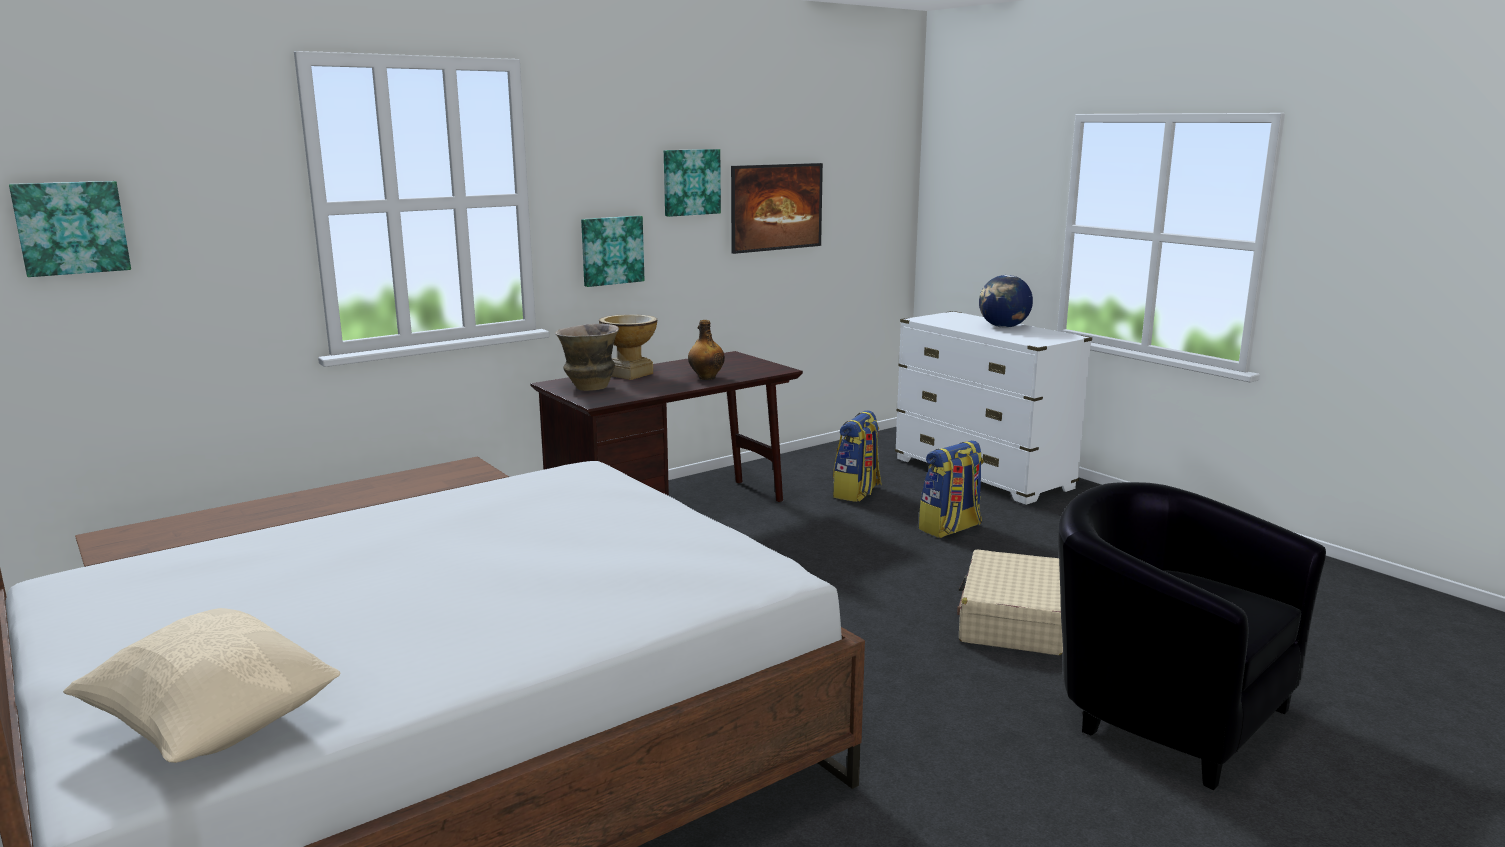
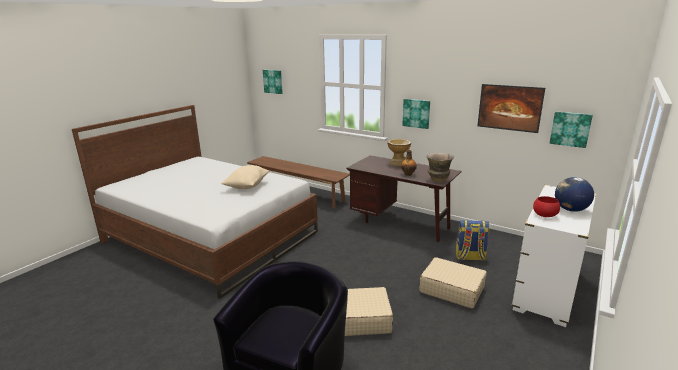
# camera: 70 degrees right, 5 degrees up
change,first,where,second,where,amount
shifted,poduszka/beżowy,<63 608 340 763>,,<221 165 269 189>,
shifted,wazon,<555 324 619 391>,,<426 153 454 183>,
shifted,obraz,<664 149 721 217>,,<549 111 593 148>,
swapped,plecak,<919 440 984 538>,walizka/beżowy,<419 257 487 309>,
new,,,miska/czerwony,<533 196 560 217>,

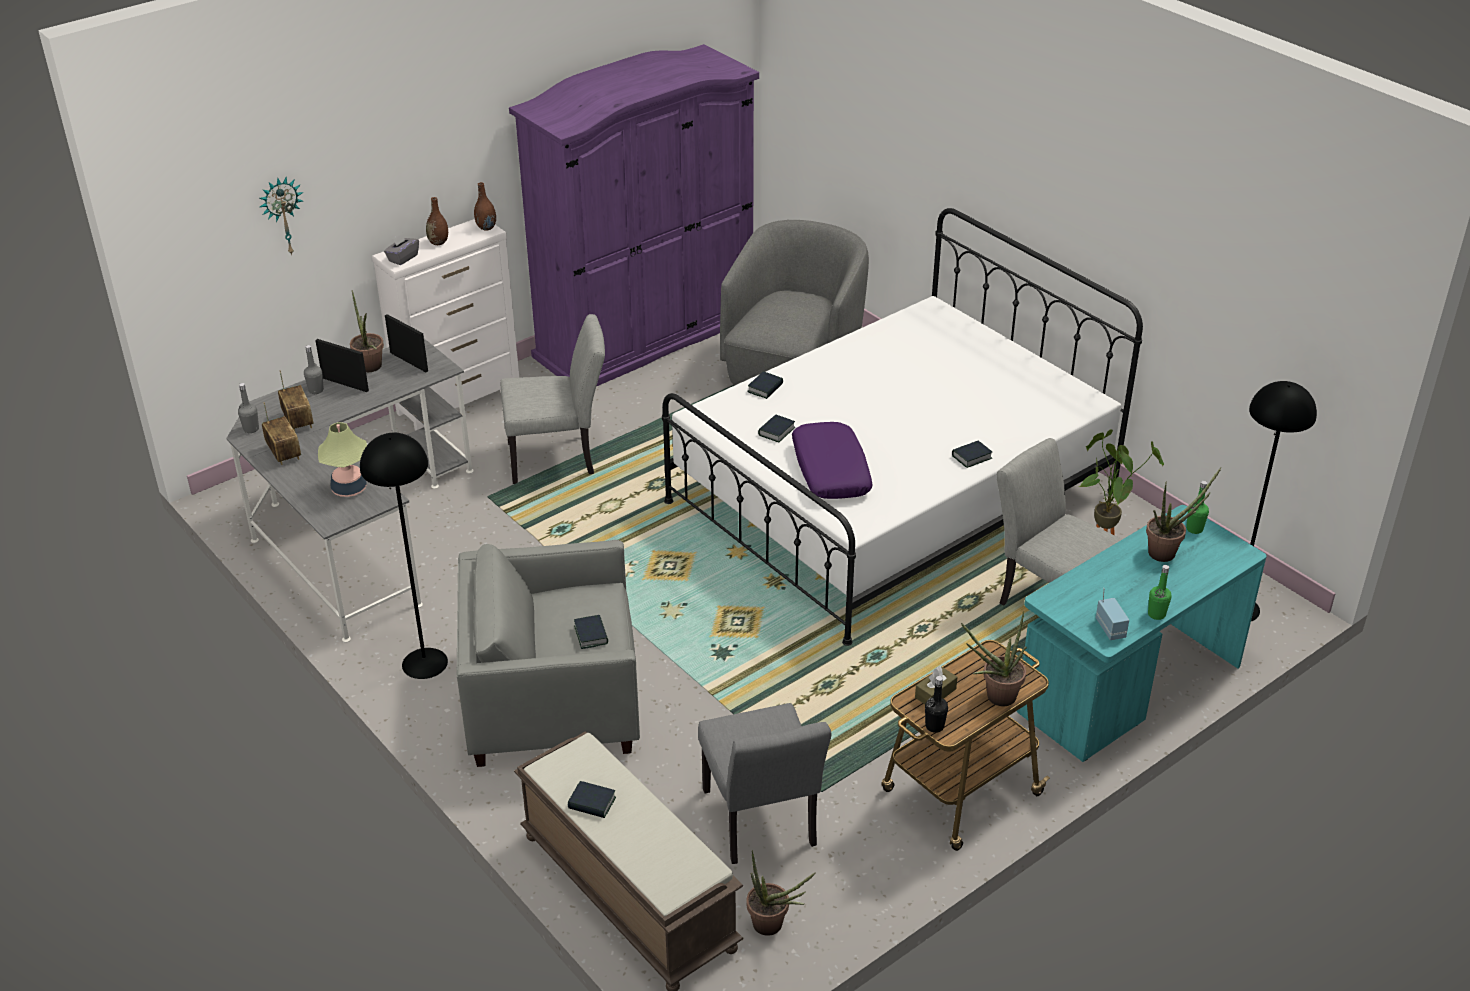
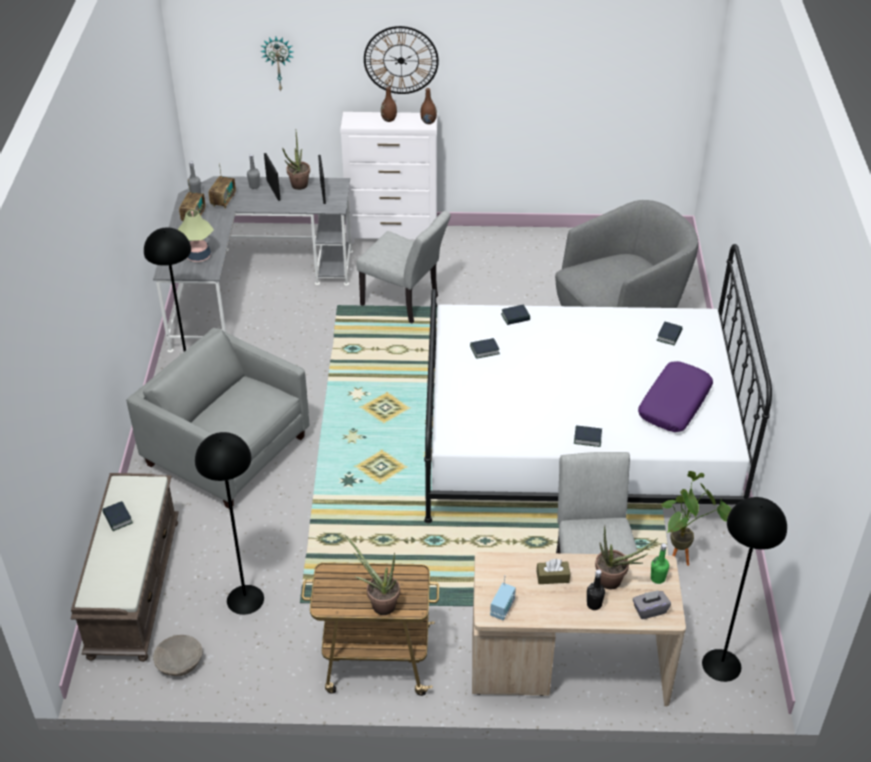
# camera: 40 degrees right, 5 degrees up
change,first,where,second,where,amount
shifted,pudełko chusteczek/szary,<384 233 419 265>,,<633 590 671 619>,
gone,szafa/fioletowy,<509 44 759 386>,,,
shifted,książka,<574 615 608 649>,,<657 322 682 345>,
swapped,krzesło/szary,<698 703 831 864>,lampa stojąca/czarny,<195 432 264 615>,
swapped,roślina doniczkowa,<746 850 815 936>,miska/beżowy,<153 635 203 676>,
shifted,poduszka/fioletowy,<792 422 872 499>,,<638 361 713 432>,
shifted,pudełko chusteczek/brązowy,<915 666 957 704>,,<537 559 570 584>,
shifted,butelka/czarny,<925 676 948 733>,,<587 570 605 610>,
repainted,biurko/turkusowy,<1017 505 1267 762>,biurko/beżowy,<472 552 686 707>,
gone,butelka/zielony,<1148 565 1171 620>,,,
new,,,zegar ścienny,<364 26 439 94>,

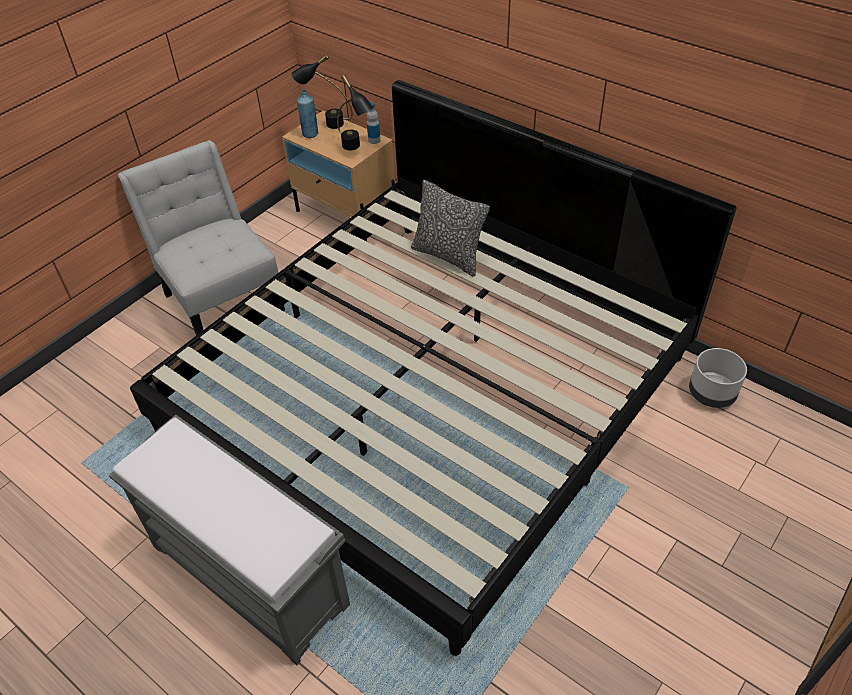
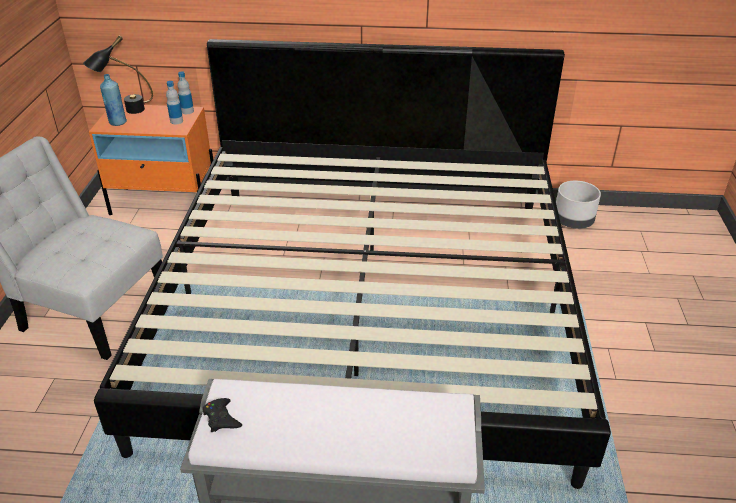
# camera: 35 degrees left, 10 degrees down
change,first,where,second,where,amount
repainted,szafka nocna/beżowy,<282 111 395 242>,szafka nocna/pomarańczowy,<89 104 213 215>,
swapped,lampa stołowa/czarny,<337 75 374 150>,butelka,<166 81 183 124>,
gone,poduszka,<411 180 490 277>,,,
new,,,pad do gier/czarny,<202 398 242 432>,

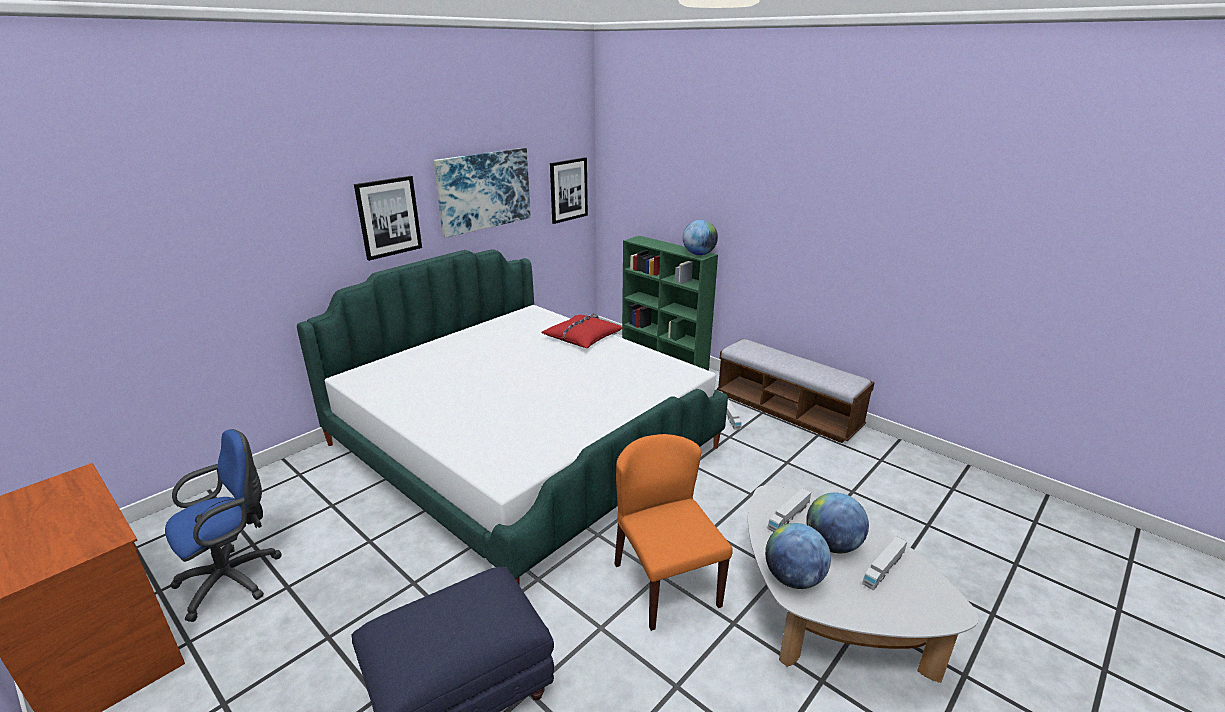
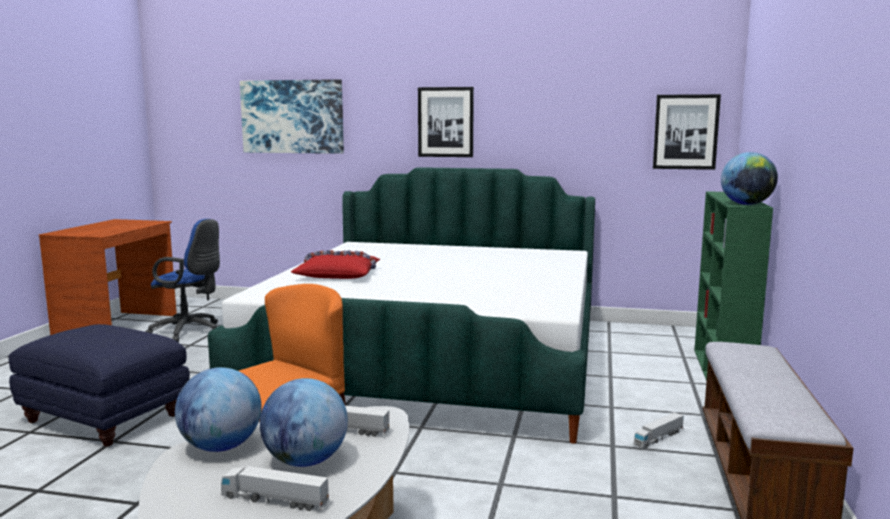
# camera: 60 degrees right, 15 degrees down
change,first,where,second,where,amount
shifted,obraz,<434 148 531 238>,,<240 79 344 154>,
shifted,poduszka/czerwony,<541 314 623 348>,,<291 250 380 279>,

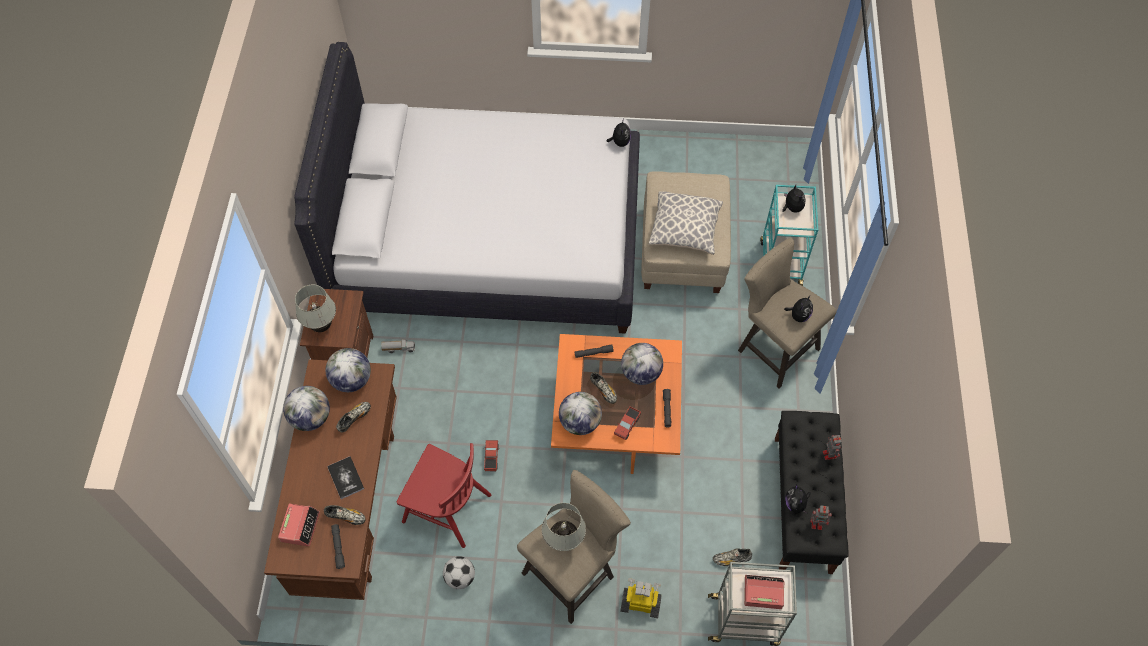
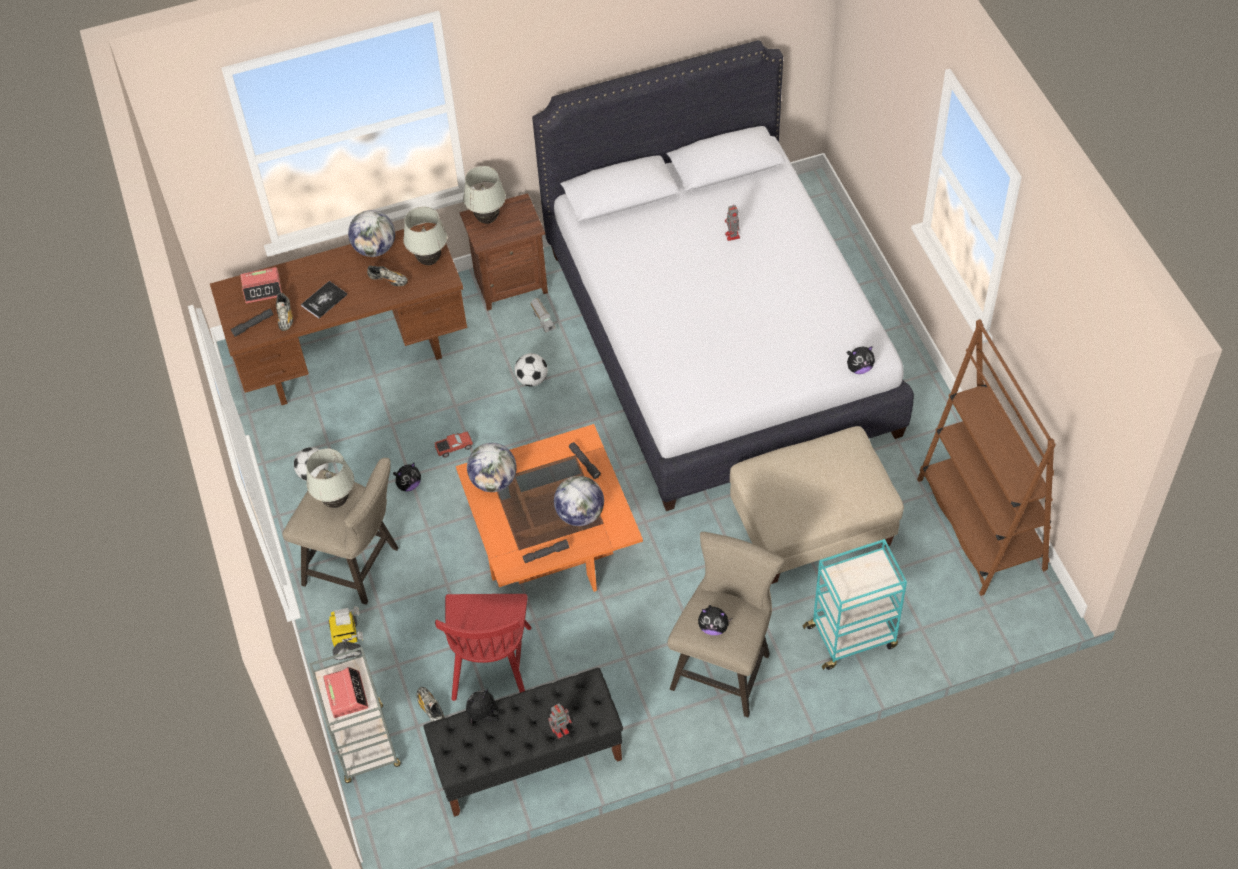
# camera: 70 degrees right, 5 degrees down
change,first,where,second,where,amount
swapped,globus,<325 348 371 392>,lampa stołowa/biały,<403 206 447 265>,
shifted,krzesło/czerwony,<397 443 491 548>,,<435 594 532 701>,
gone,but,<590 372 617 404>,,,
gone,ciężarówka zabawkowa,<614 406 641 440>,,,
gone,poduszka,<649 191 723 255>,,,
shifted,pluszak,<782 185 806 213>,,<393 463 421 491>,
shifted,robot zabawkowy,<810 505 832 530>,,<725 205 740 241>,
new,,,piłka futbolowa,<514 353 548 387>,
new,,,regał/brązowy,<917 319 1056 596>,

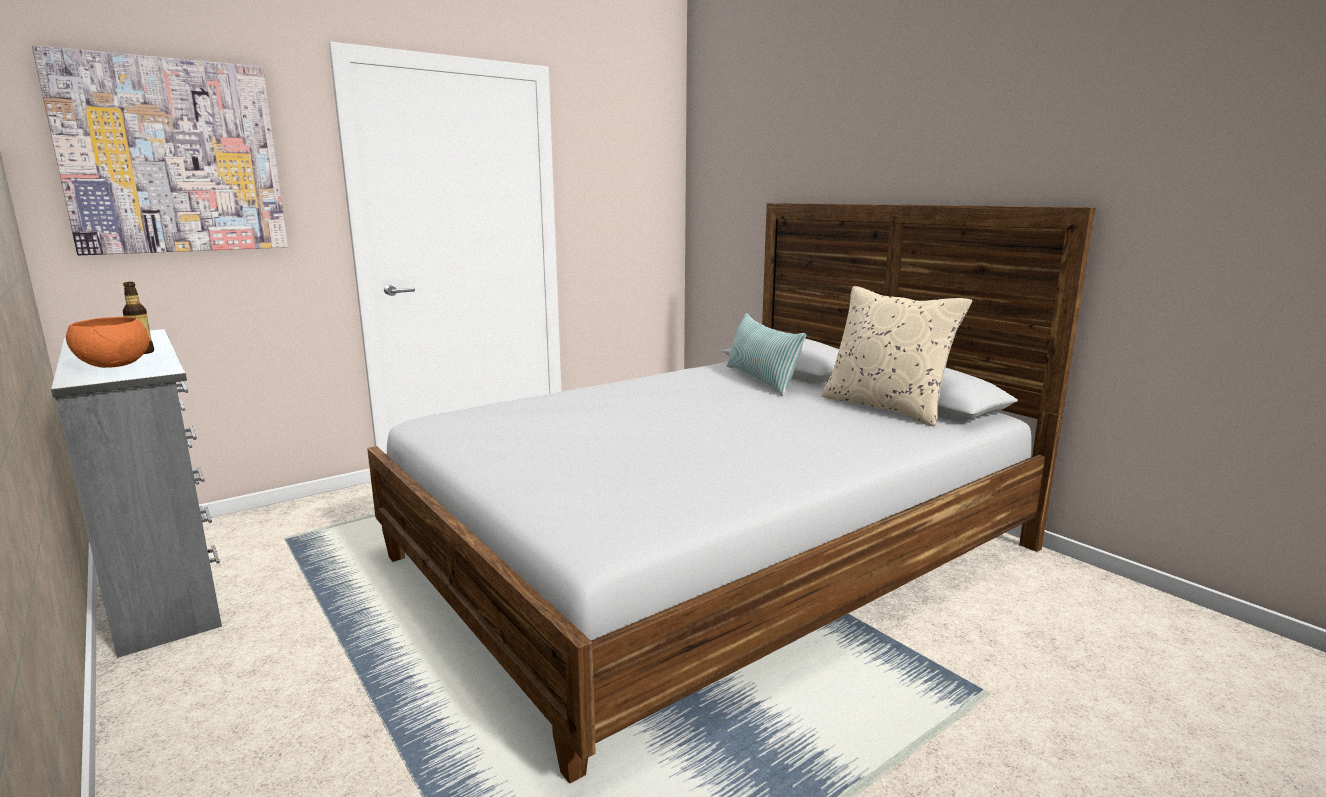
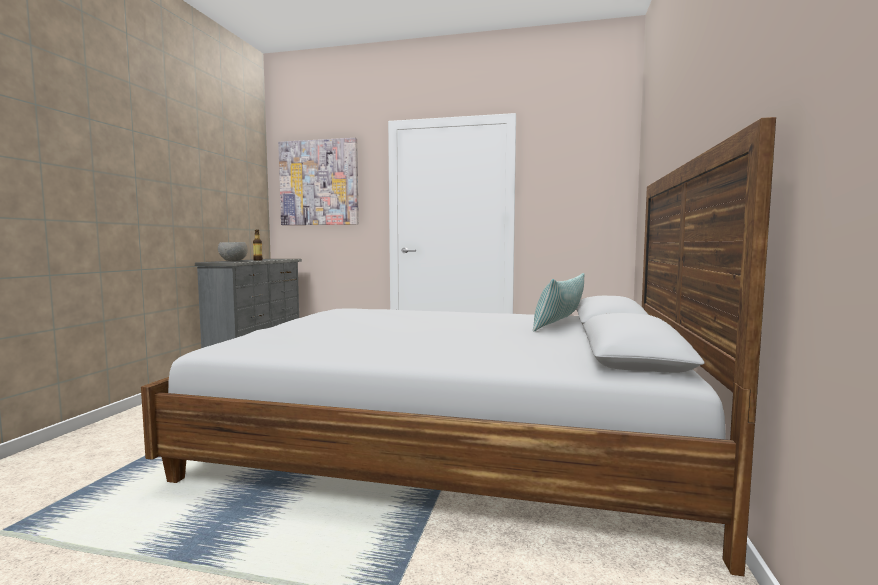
# camera: 50 degrees right, 10 degrees down
change,first,where,second,where,amount
repainted,miska/pomarańczowy,<66 317 149 368>,miska/szary,<218 242 248 261>,
gone,poduszka/beżowy,<821 286 972 427>,,,

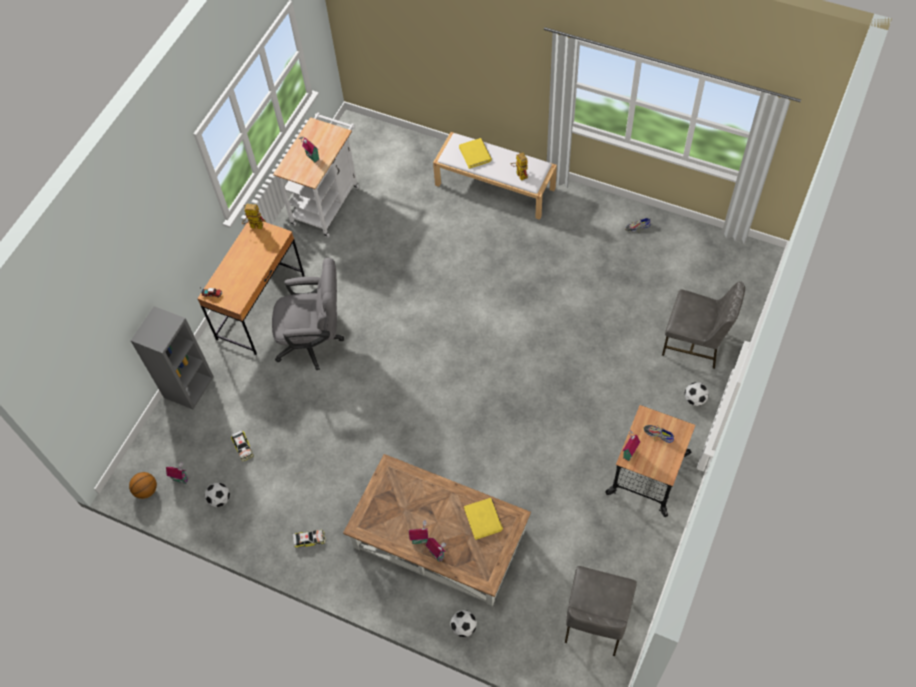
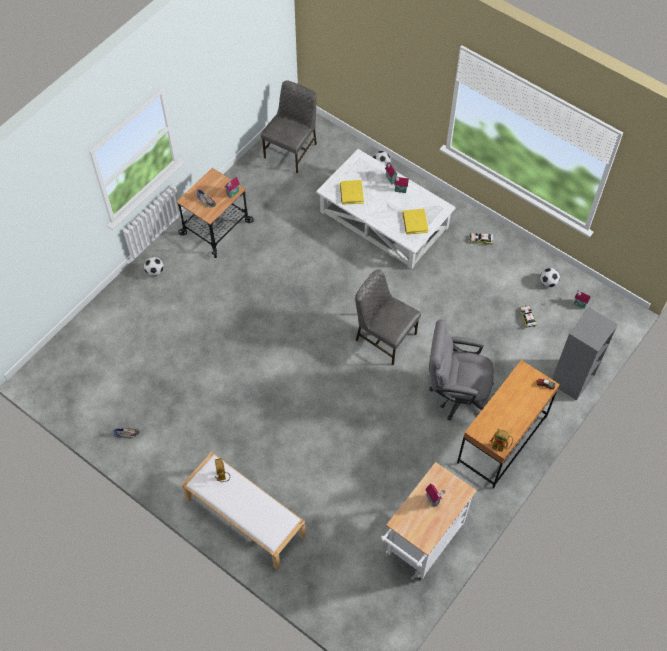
# camera: 170 degrees left, 0 degrees up
change,first,where,second,where,amount
gone,piłka do koszykówki,<129 472 157 499>,,,
repainted,ława/brązowy,<343 454 531 606>,ława/biały,<316 149 456 270>,
shifted,książka/żółty,<459 138 492 169>,,<402 209 428 235>,
shifted,krzesło/szary,<662 281 745 369>,,<355 269 421 365>,

